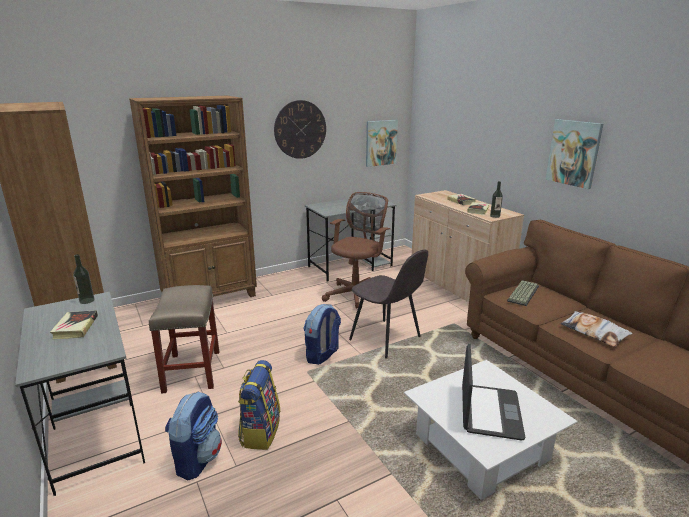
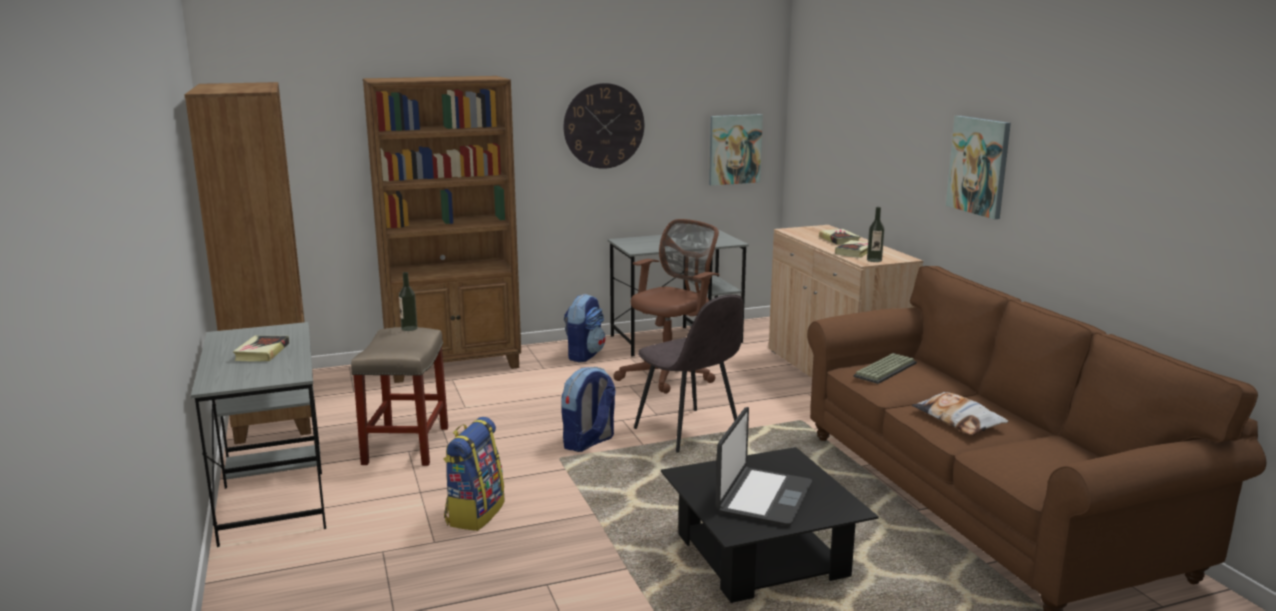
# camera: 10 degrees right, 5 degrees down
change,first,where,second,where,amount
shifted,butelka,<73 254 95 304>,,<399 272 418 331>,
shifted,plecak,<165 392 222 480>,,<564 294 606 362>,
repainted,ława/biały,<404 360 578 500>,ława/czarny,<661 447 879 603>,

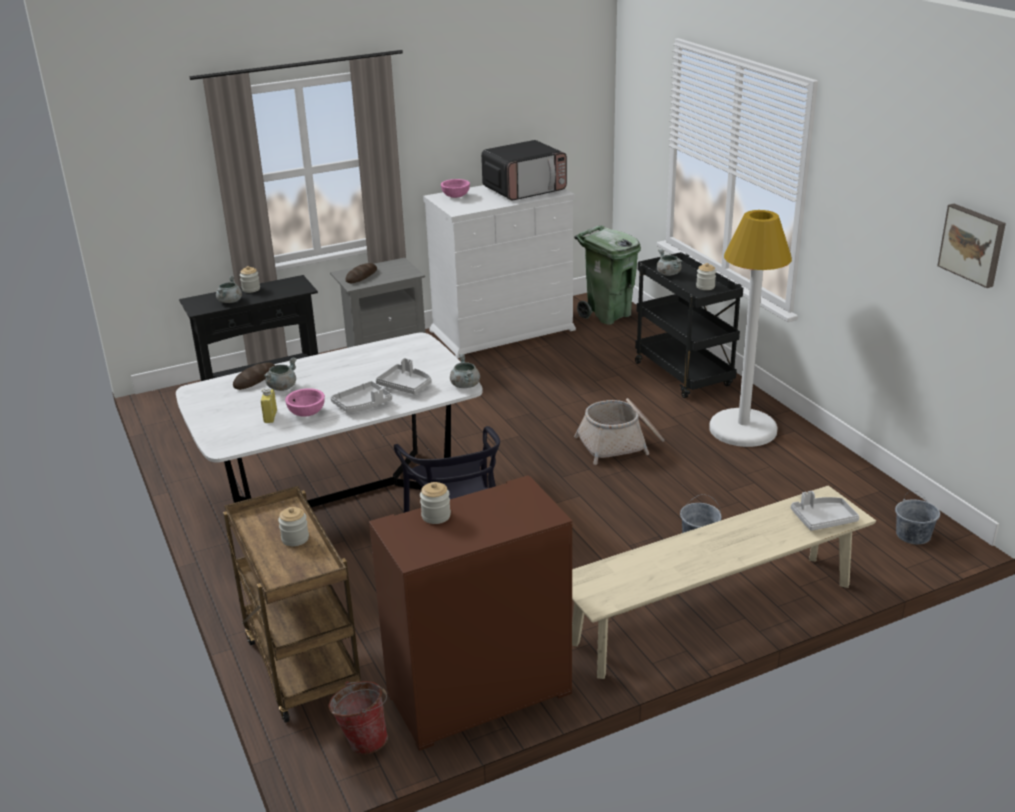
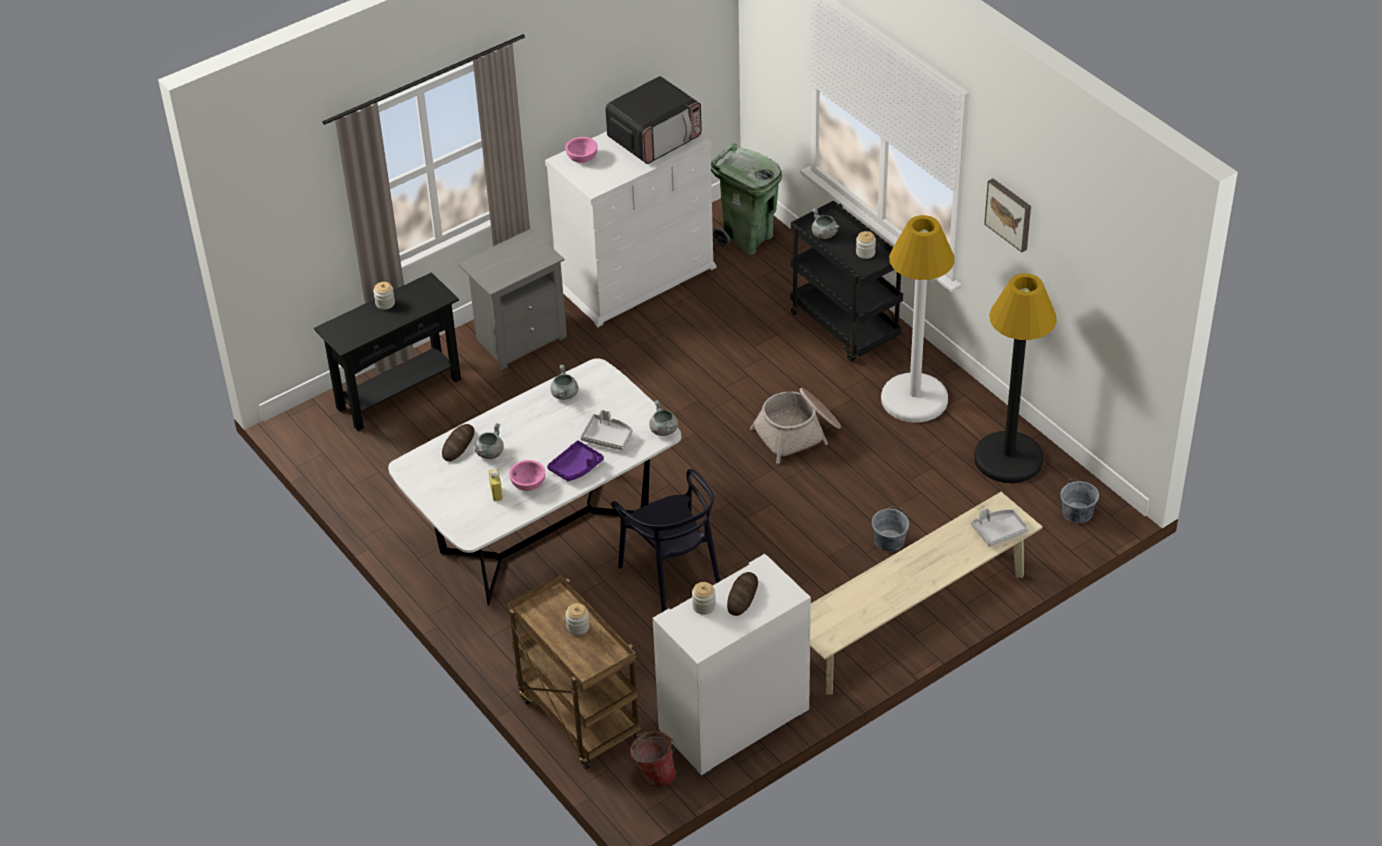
# camera: 10 degrees left, 15 degrees up
change,first,where,second,where,amount
shifted,garnek/szary,<216 276 242 303>,,<550 365 579 400>,
repainted,taca/szary,<331 381 392 413>,taca/fioletowy,<547 440 604 481>,
shifted,chleb,<345 263 377 283>,,<727 572 758 616>,
repainted,szafka/brązowy,<369 475 572 751>,szafka/biały,<653 554 811 777>,
shifted,obraz,<937 204 1006 288>,,<984 178 1031 252>,
new,,,lampa stojąca/czarny,<974 273 1057 483>,

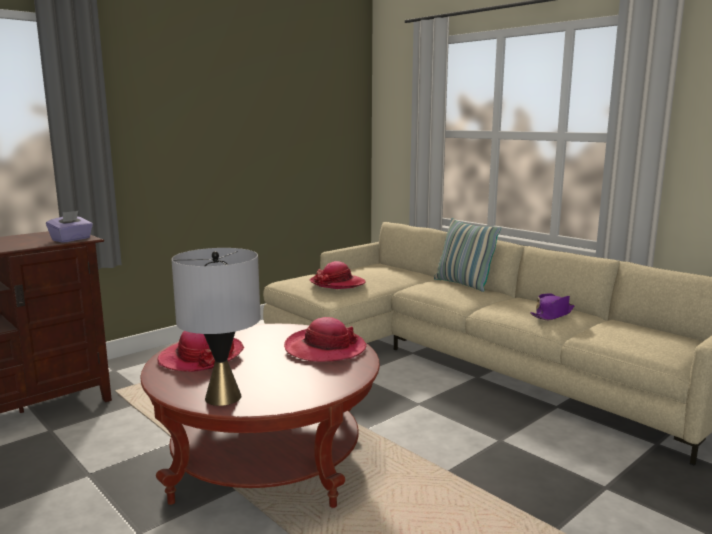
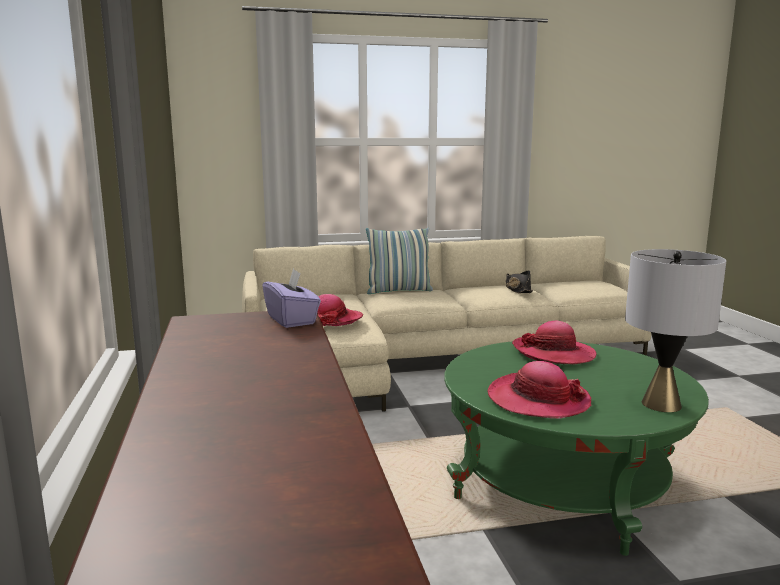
# camera: 60 degrees left, 0 degrees up
change,first,where,second,where,amount
repainted,ława/czerwony,<140 324 380 508>,ława/zielony,<444 341 709 556>,
repainted,kapelusz/fioletowy,<530 293 575 320>,kapelusz/czarny,<506 270 533 293>,

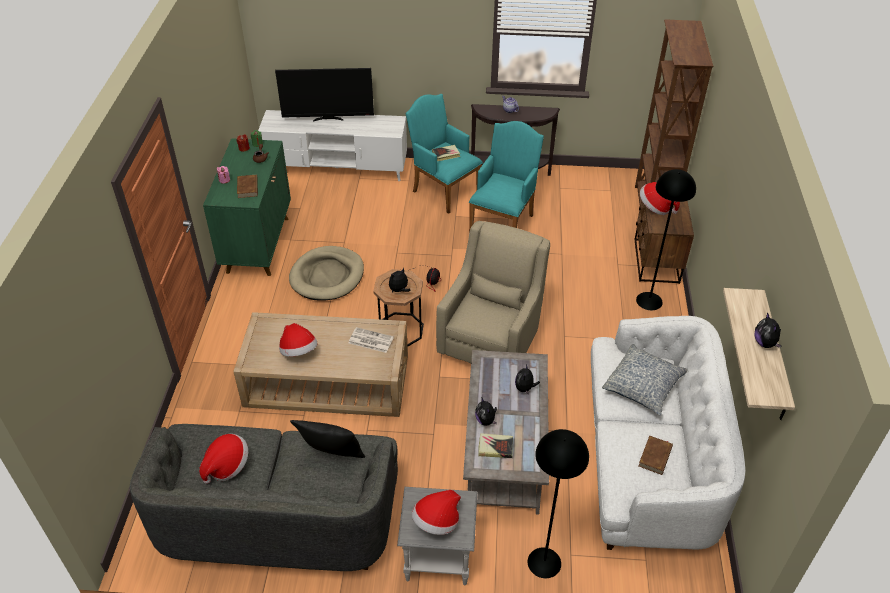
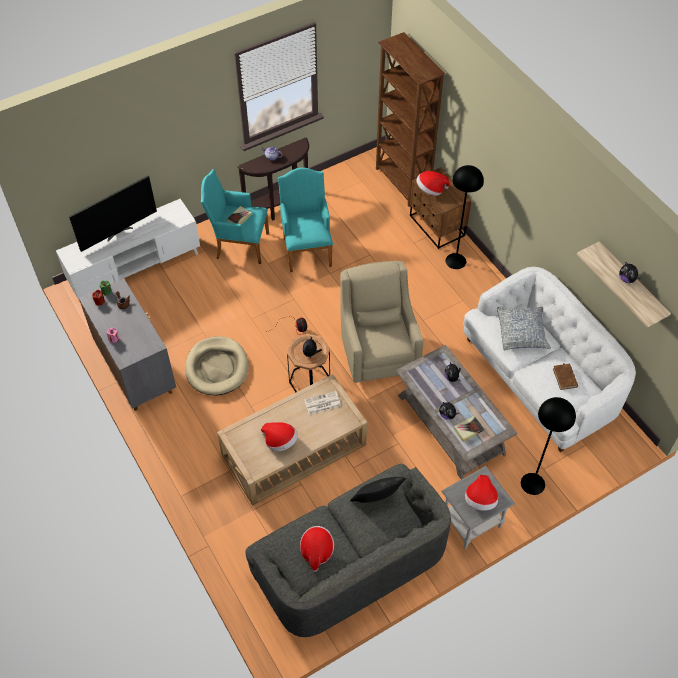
# camera: 35 degrees left, 10 degrees up
change,first,where,second,where,amount
repainted,szafka/zielony,<203 138 291 276>,szafka/szary,<79 278 176 411>,
gone,książka/brązowy,<237 175 258 198>,,,

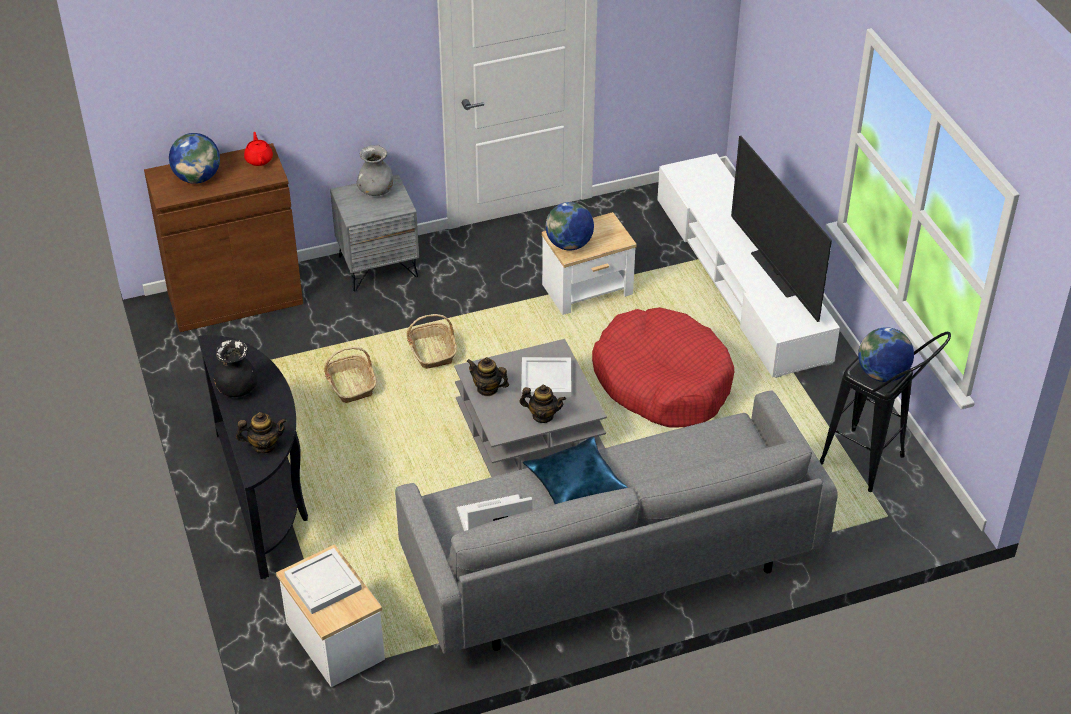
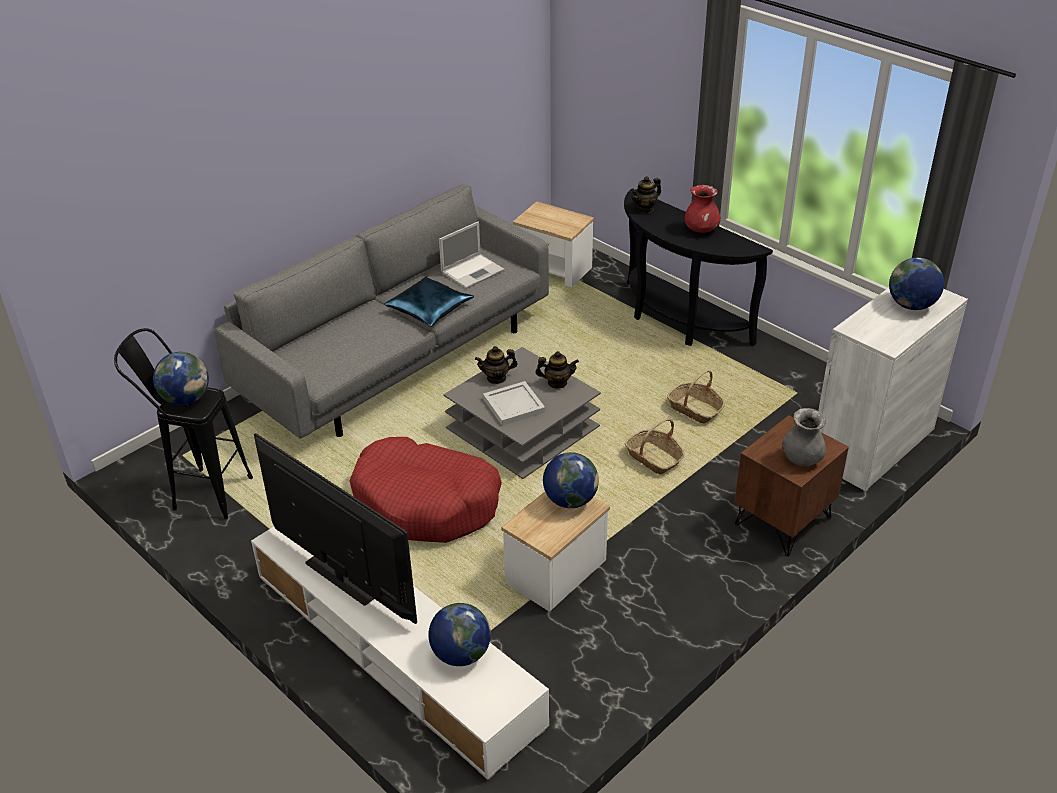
# camera: 155 degrees right, 5 degrees down
change,first,where,second,where,amount
repainted,szafka/brązowy,<144 143 303 332>,szafka/biały,<818 288 968 491>,
repainted,wazon/czarny,<214 340 257 397>,wazon/czerwony,<685 185 721 233>,
gone,imbryk/czerwony,<244 132 273 166>,,,
gone,taca/biały,<284 548 362 614>,,,
repainted,szafka nocna/szary,<330 175 419 291>,szafka nocna/brązowy,<734 415 849 556>,
new,,,globus,<428 603 491 666>,

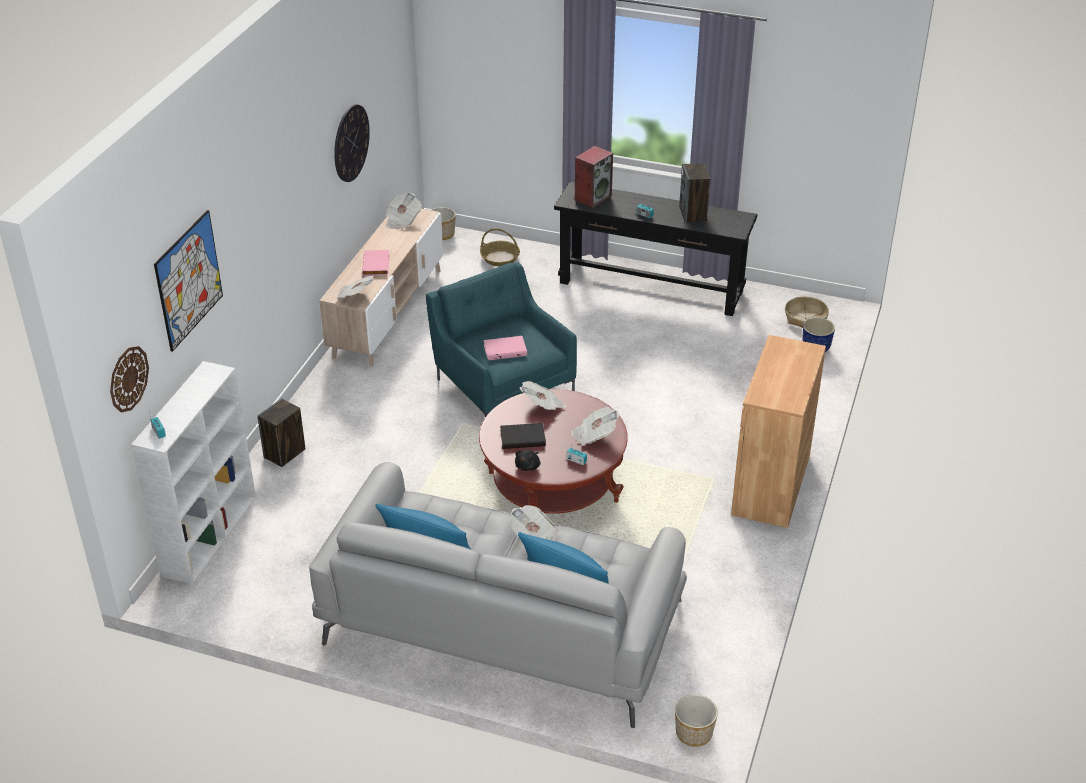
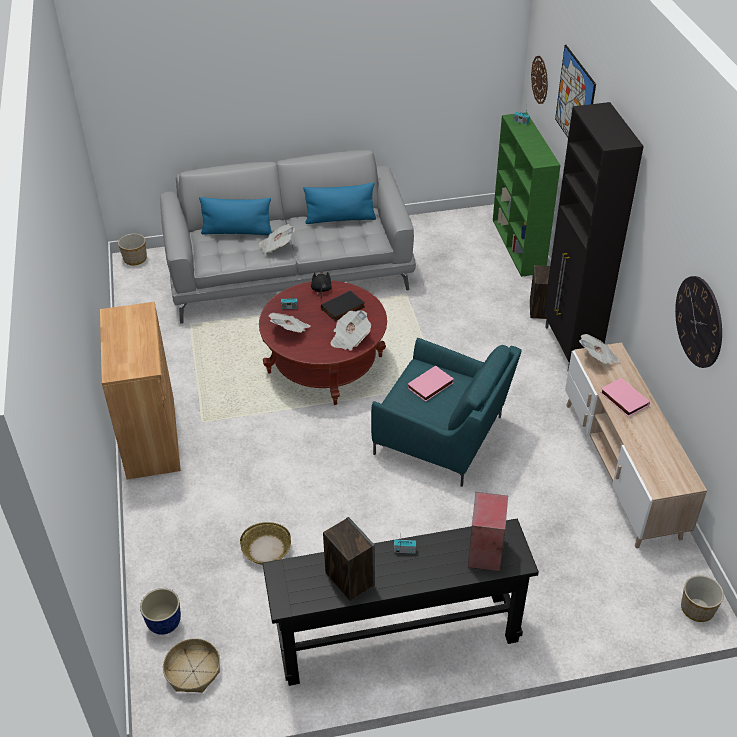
# camera: 150 degrees right, 5 degrees up
change,first,where,second,where,amount
repainted,regał/biały,<131 361 256 584>,regał/zielony,<493 112 561 277>,
gone,gazeta,<385 193 422 229>,,,
shifted,koszyk,<480 228 520 267>,,<240 522 291 565>,
new,,,szafka/czarny,<544 102 644 370>,

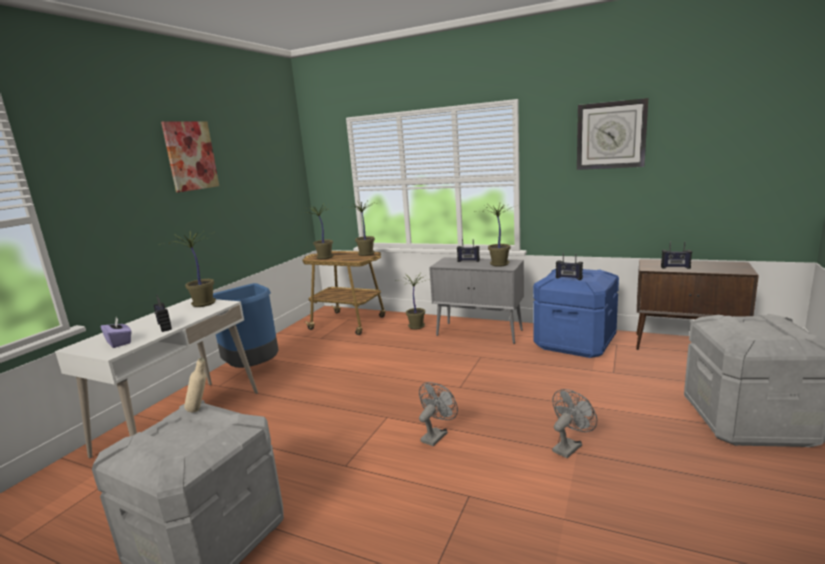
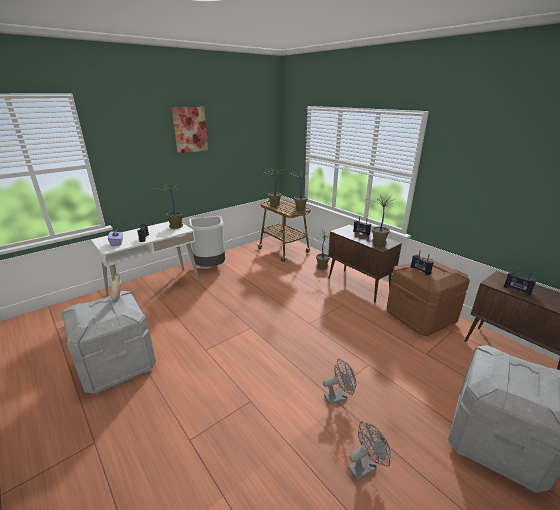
# camera: 25 degrees right, 10 degrees up
change,first,where,second,where,amount
repainted,kosz na śmieci/niebieski,<213 283 278 368>,kosz na śmieci/szary,<188 216 225 267>,
shifted,wentylator/szary,<419 382 458 446>,,<348 421 391 481>,
repainted,szafka/szary,<429 257 524 344>,szafka/brązowy,<328 225 402 303>,
repainted,pojemnik do przechowywania/niebieski,<533 269 619 358>,pojemnik do przechowywania/brązowy,<387 257 470 336>,
gone,zegar ścienny,<577 98 648 170>,,,

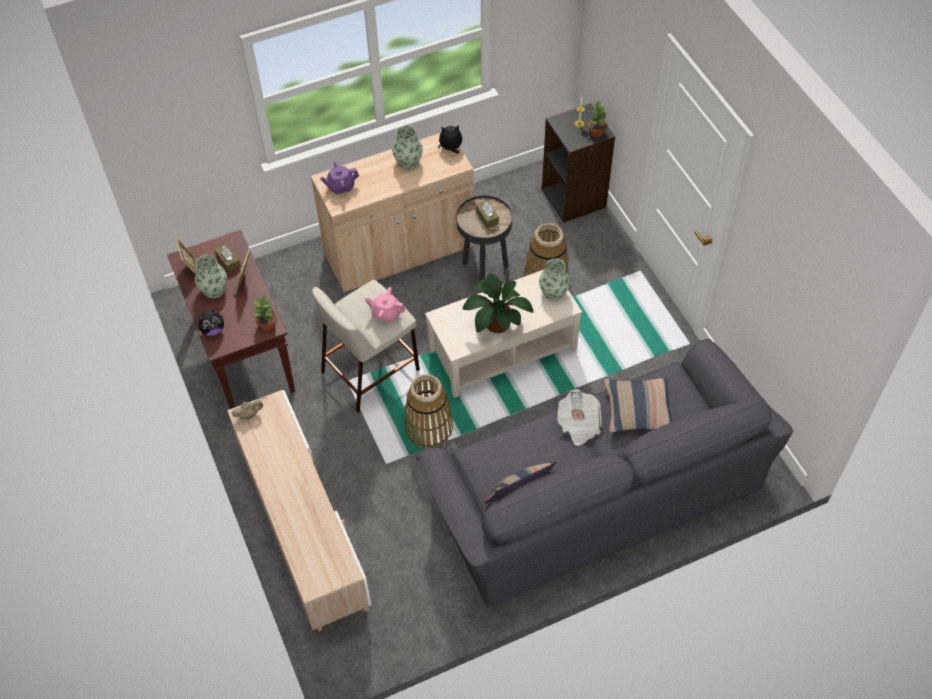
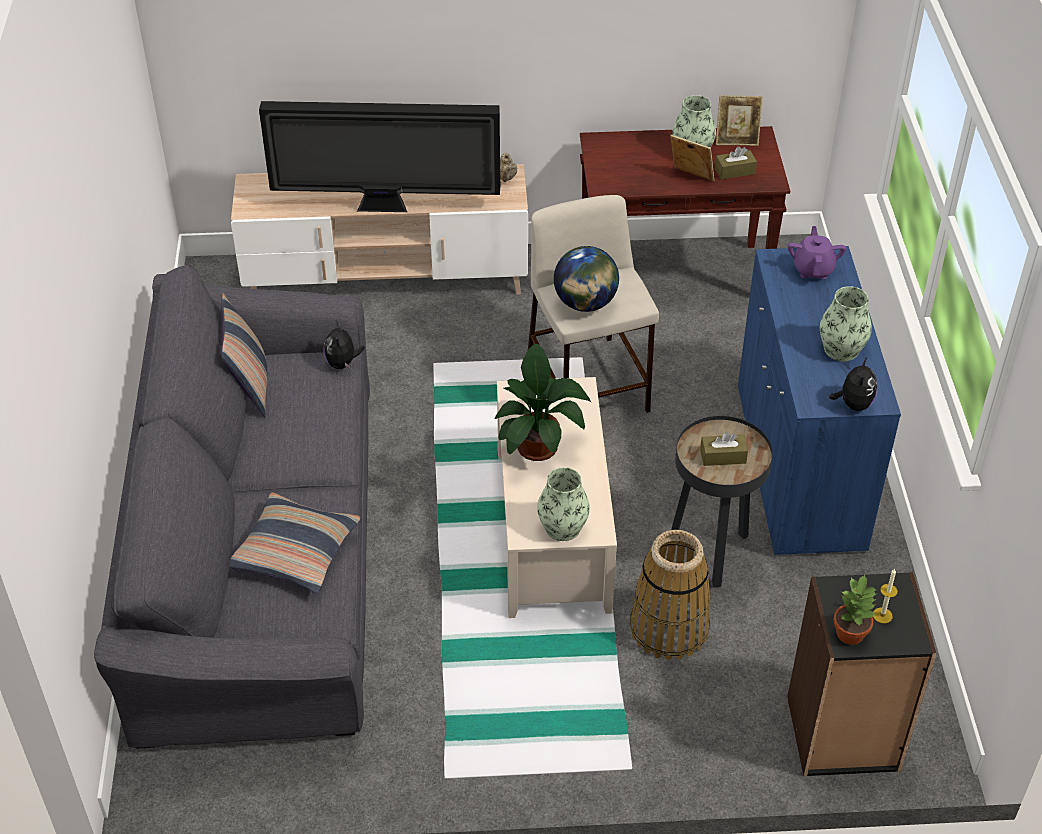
# camera: 110 degrees right, 10 degrees down
change,first,where,second,where,amount
shifted,pluszak,<199 310 224 336>,,<323 321 365 369>,
gone,roślina doniczkowa,<253 295 277 331>,,,
repainted,szafka/beżowy,<311 133 474 292>,szafka/niebieski,<738 246 901 557>,
swapped,imbryk/różowy,<365 287 406 322>,globus,<554 246 619 312>,
gone,koszyk,<405 374 453 448>,,,
gone,gazeta,<557 389 602 446>,,,
new,,,telewizor,<259 101 500 212>,

